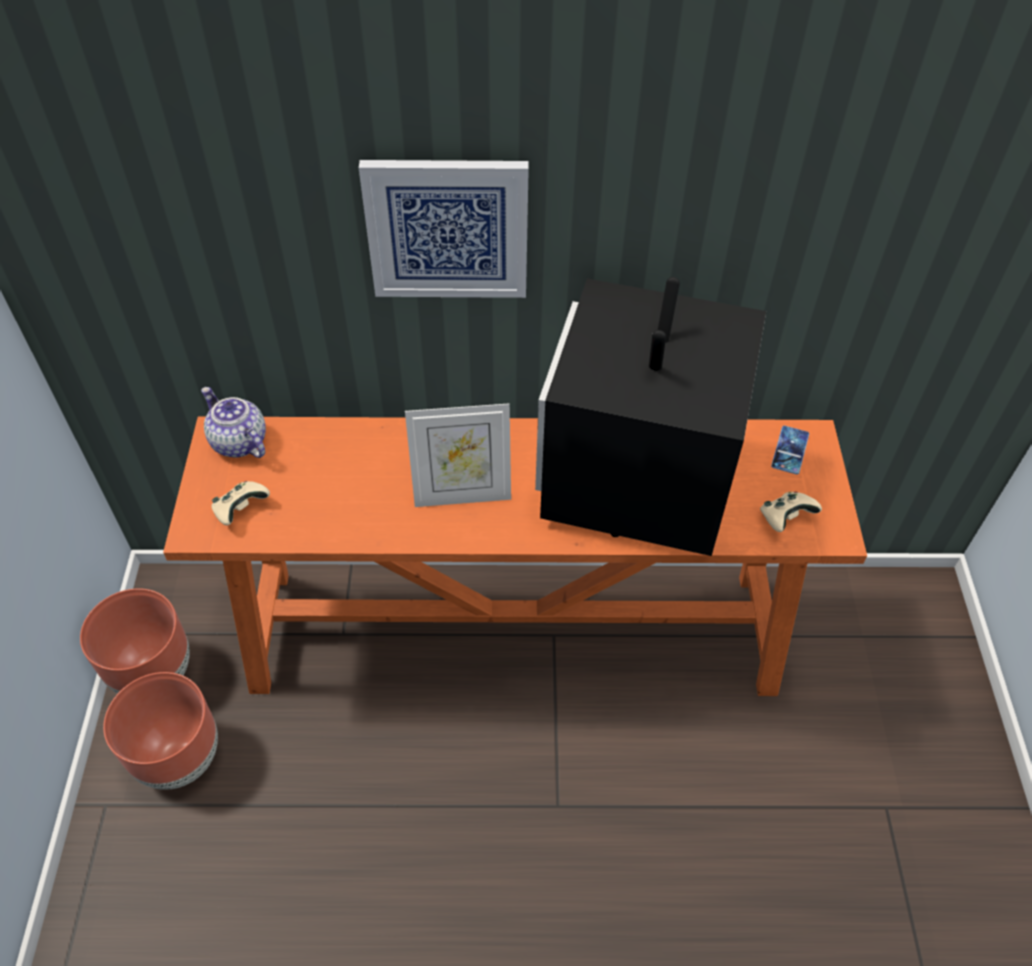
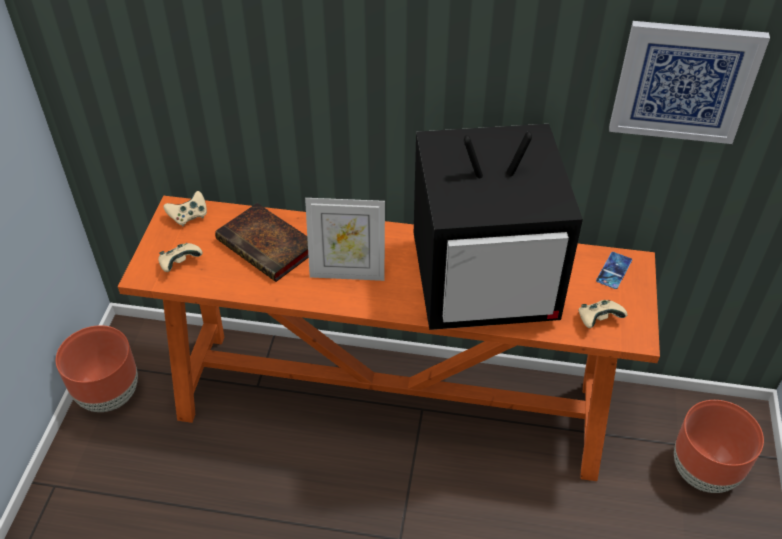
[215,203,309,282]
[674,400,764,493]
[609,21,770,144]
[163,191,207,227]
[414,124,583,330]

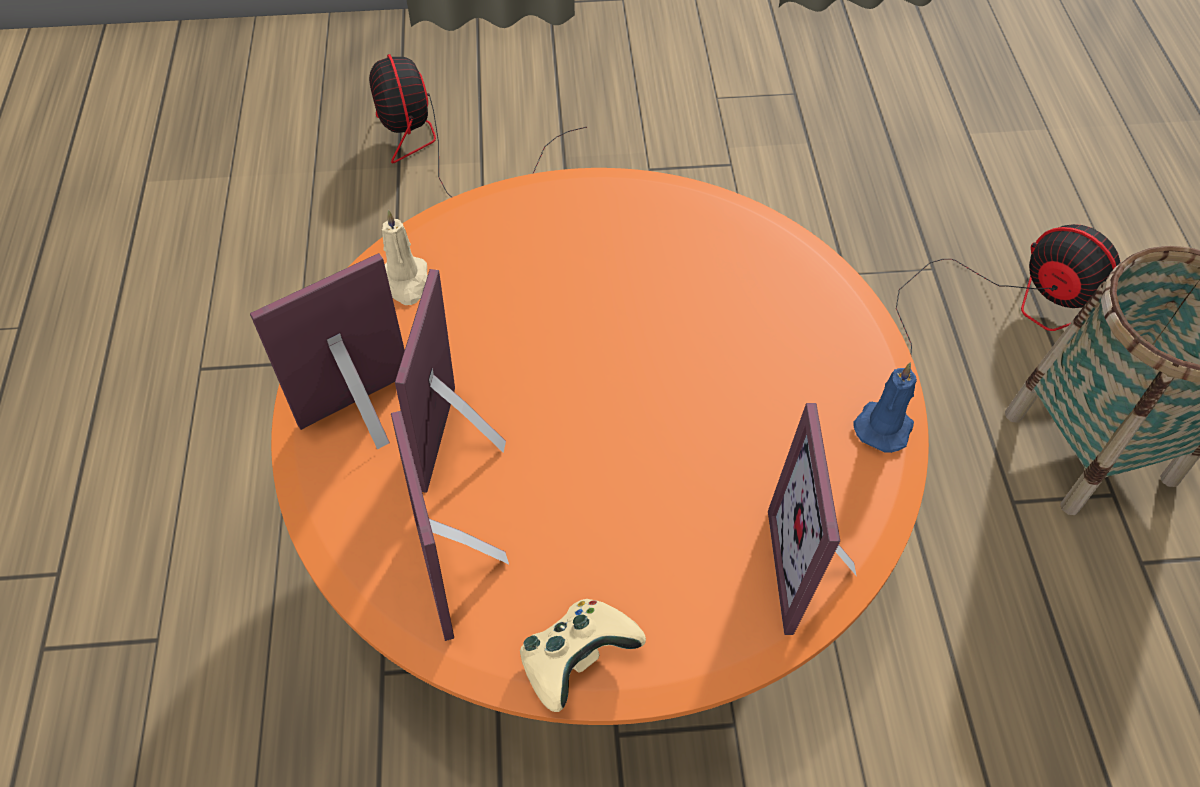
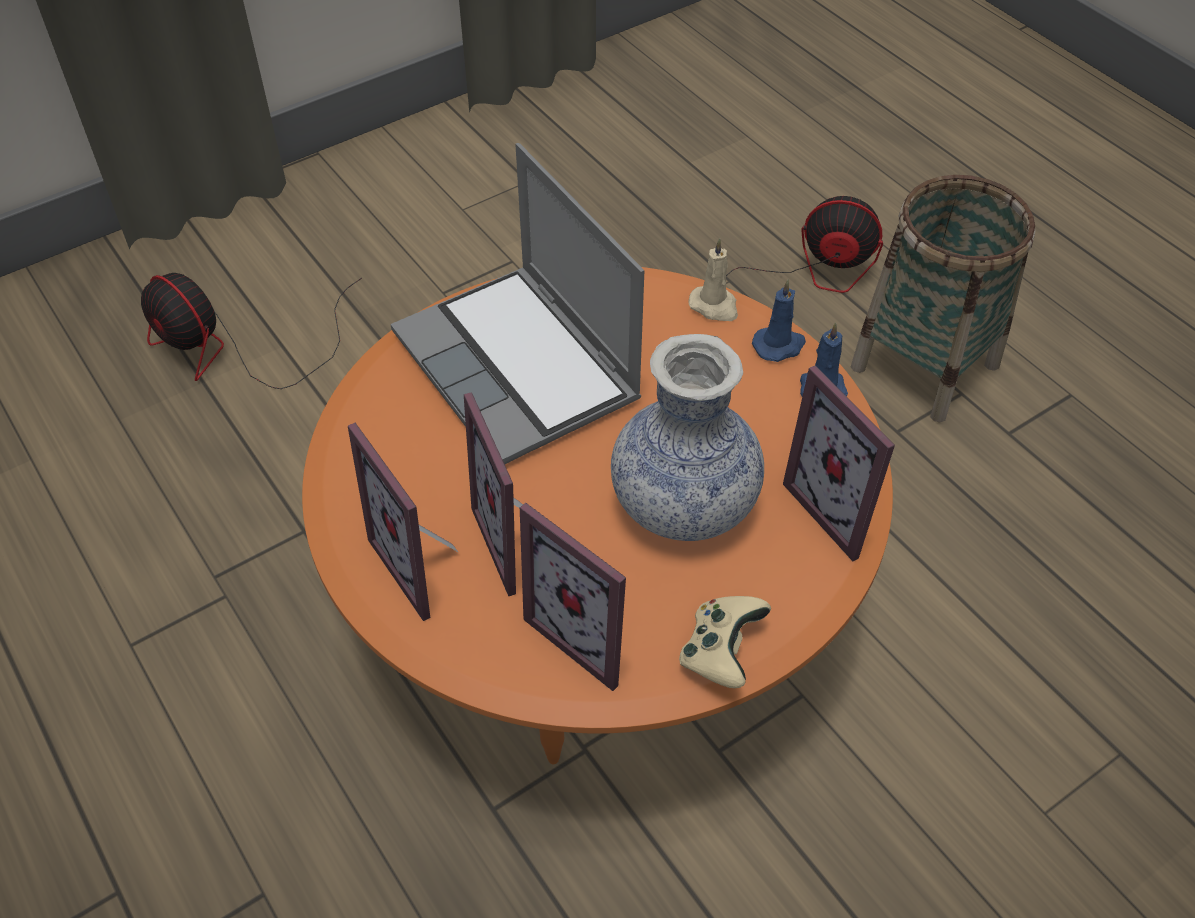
[390,143,644,464]
[611,334,764,541]
[752,280,806,362]
[688,238,738,321]
[348,423,459,621]

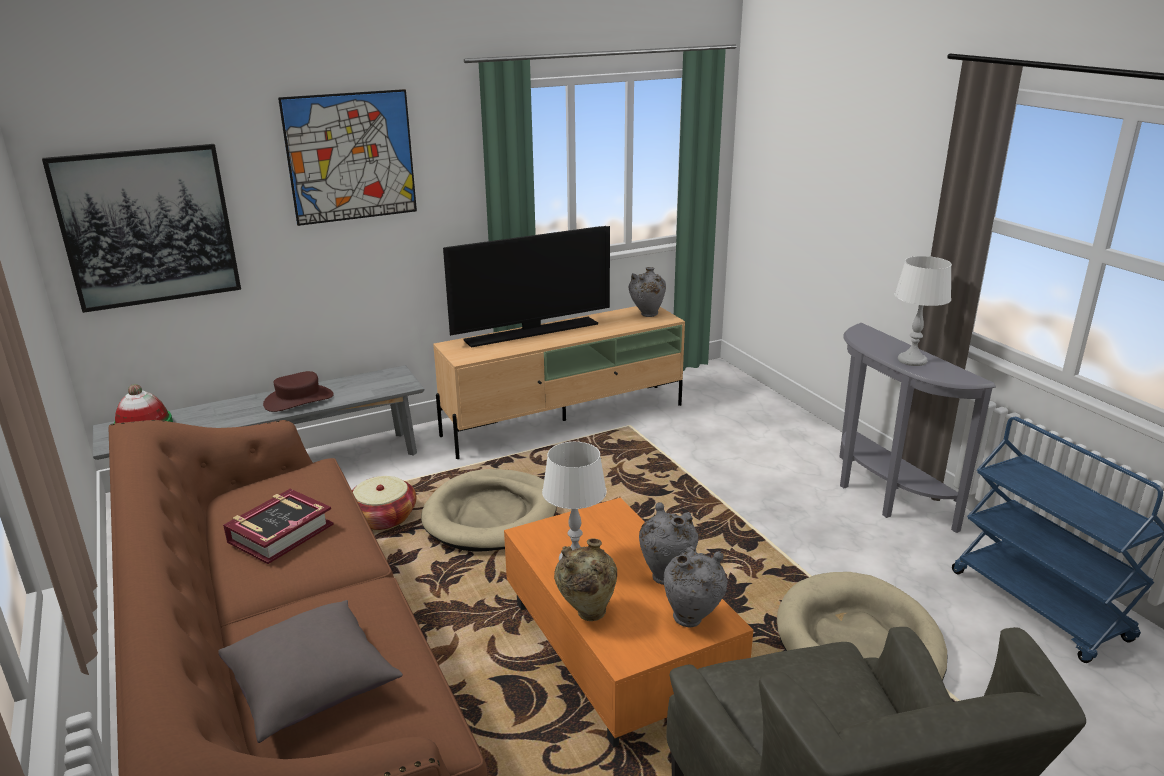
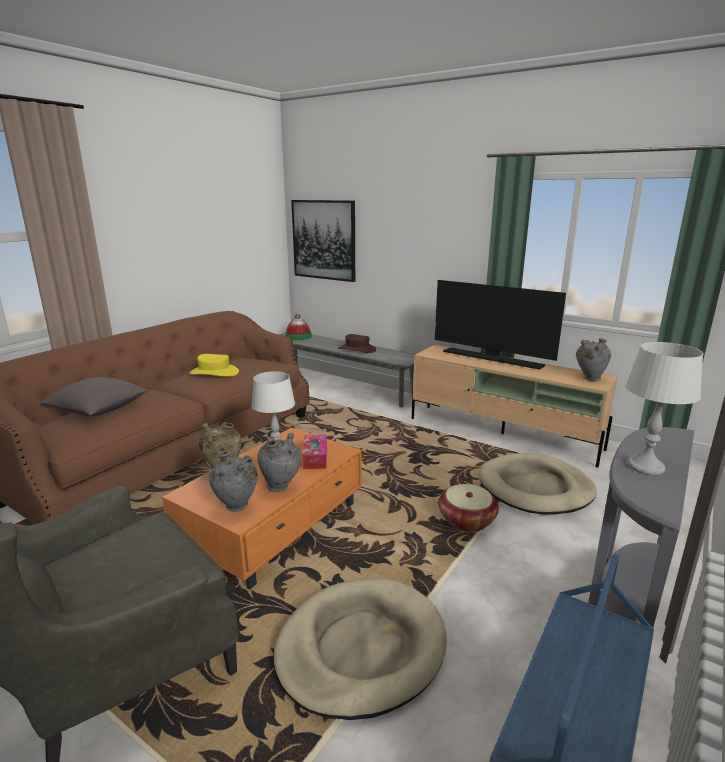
[278,89,417,226] (first image)
[302,435,327,469]
[438,484,499,532]
[479,453,597,514]
[189,354,239,377]

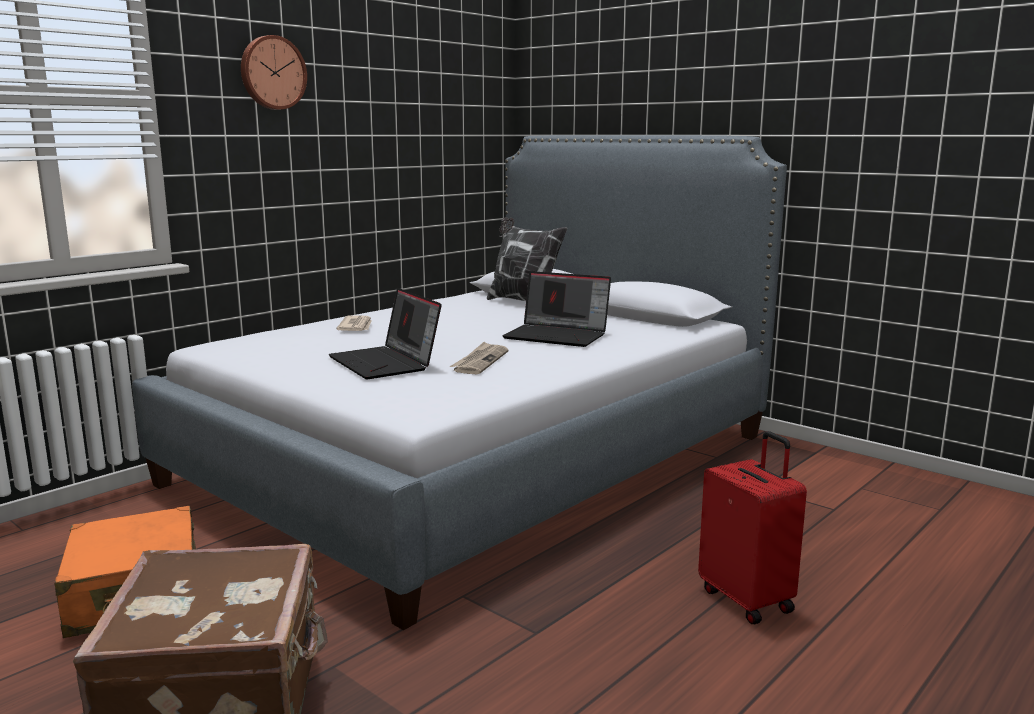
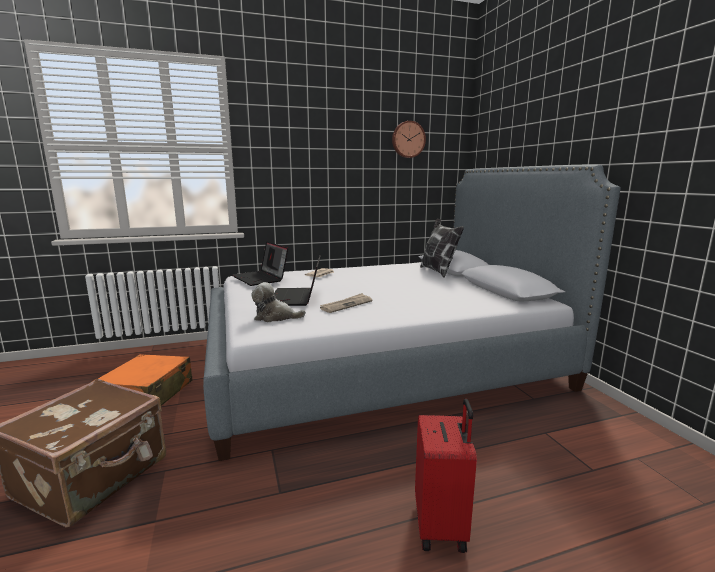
[251,282,306,322]
[392,121,426,158]
[232,242,288,286]

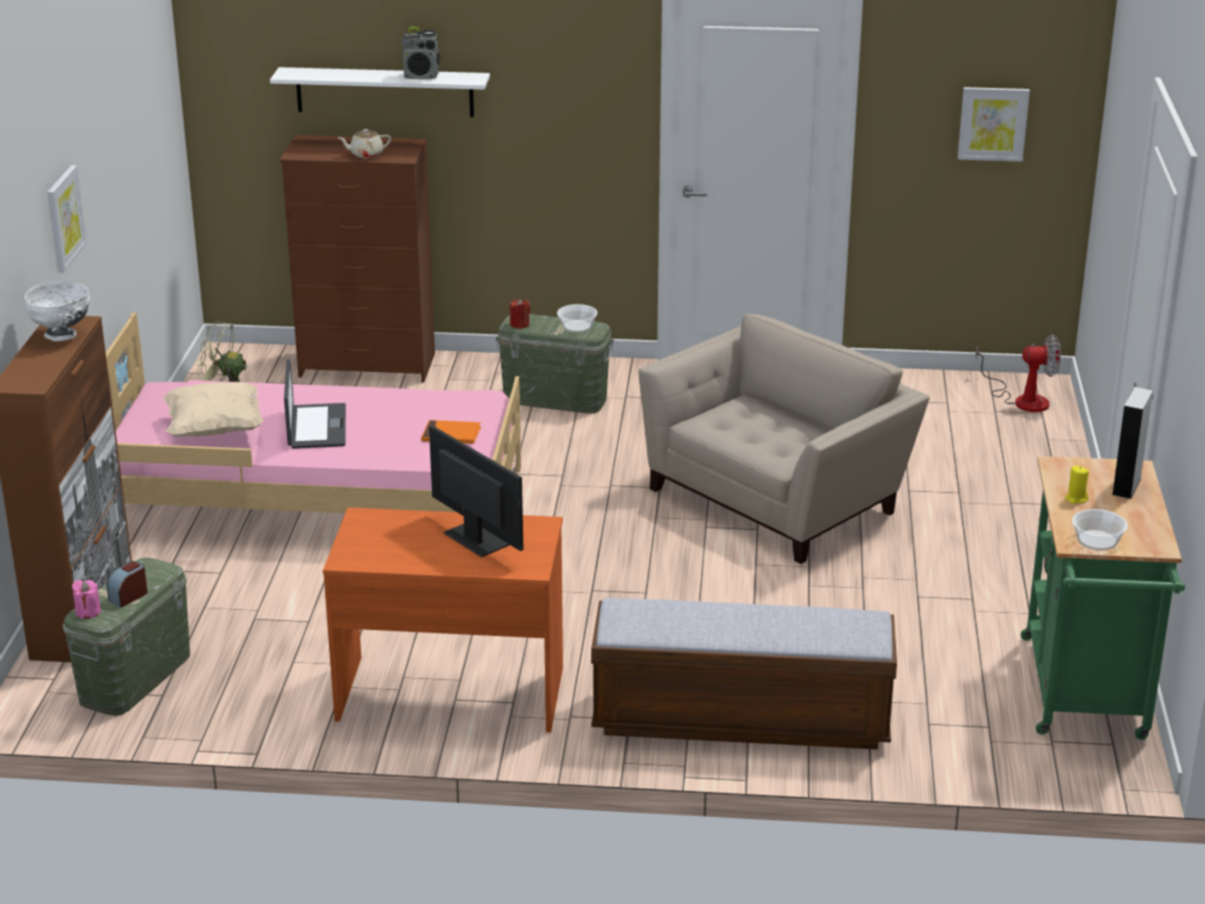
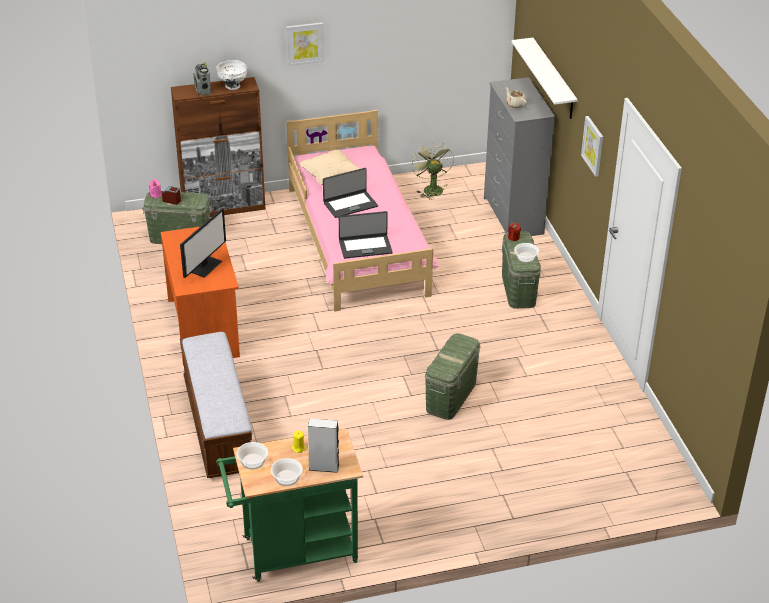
[976,335,1061,412] (first image)
[271,458,303,486]
[193,62,211,95]
[581,116,603,177]
[339,211,393,259]
[425,333,481,420]
[484,77,556,236]

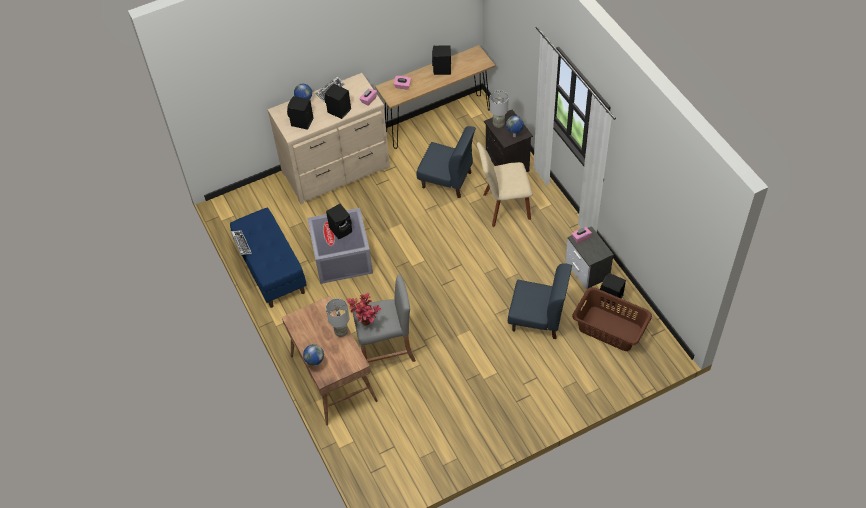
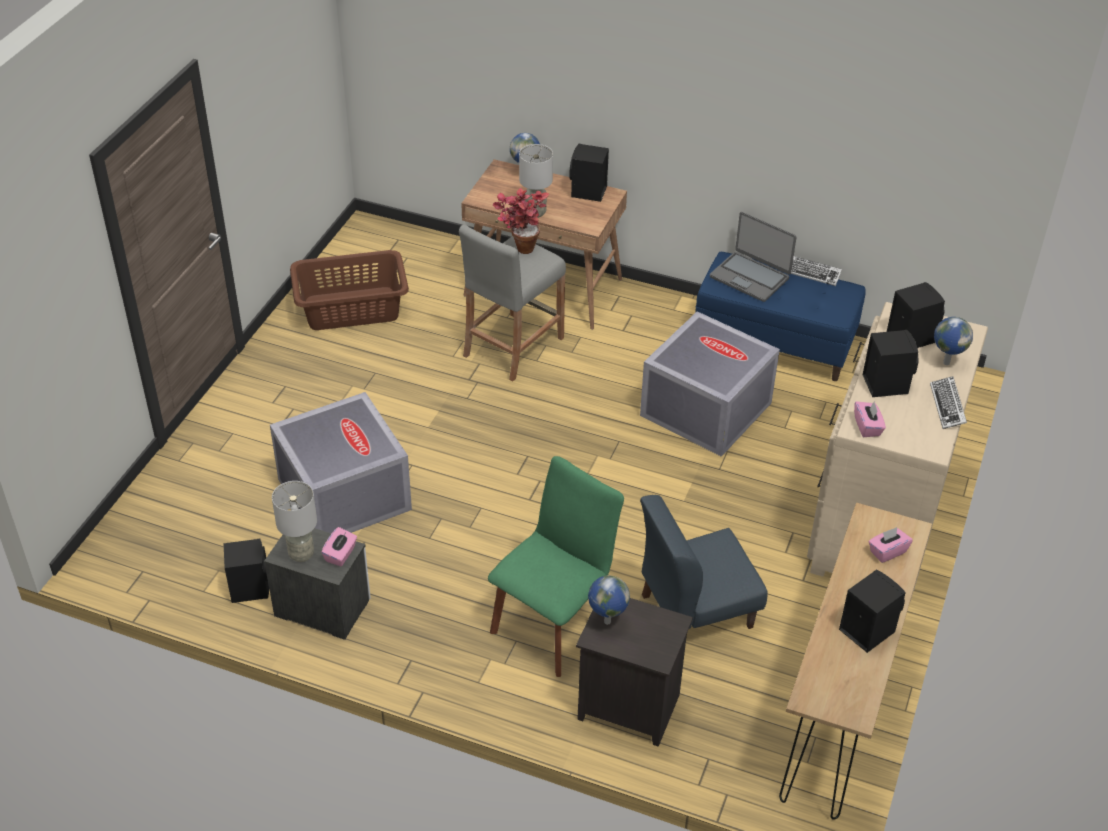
[710,212,797,302]
[569,144,609,202]
[272,481,317,562]
[290,250,409,330]
[270,392,412,533]
[488,456,624,677]

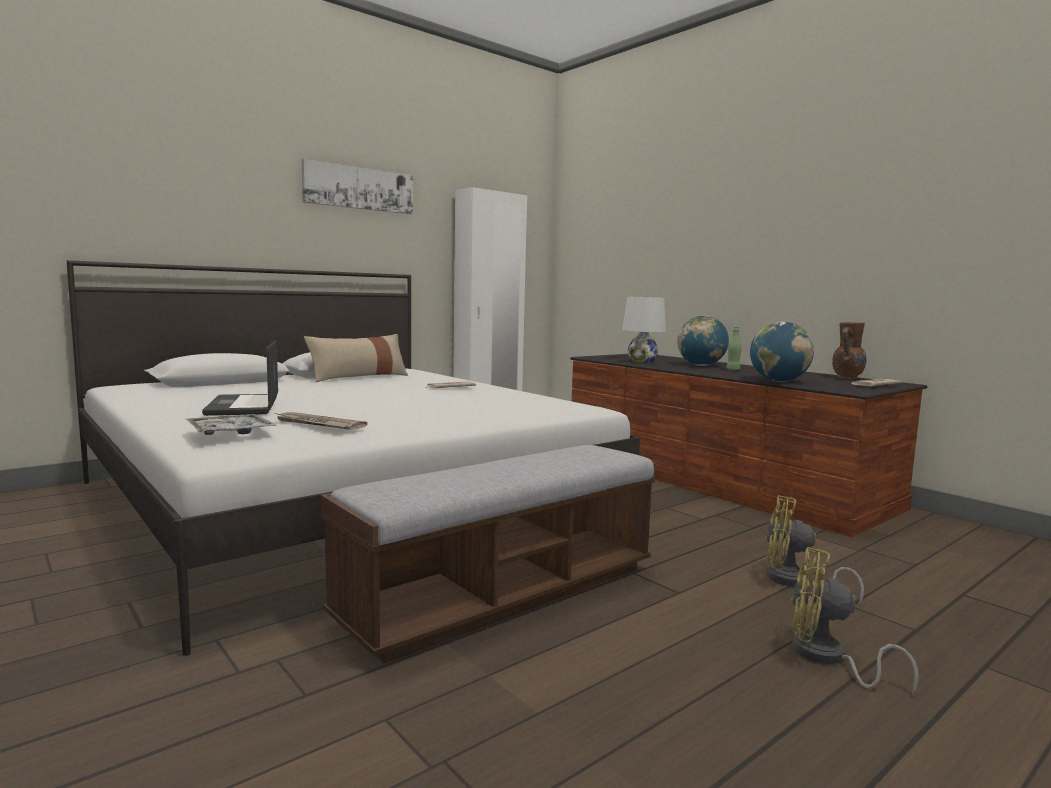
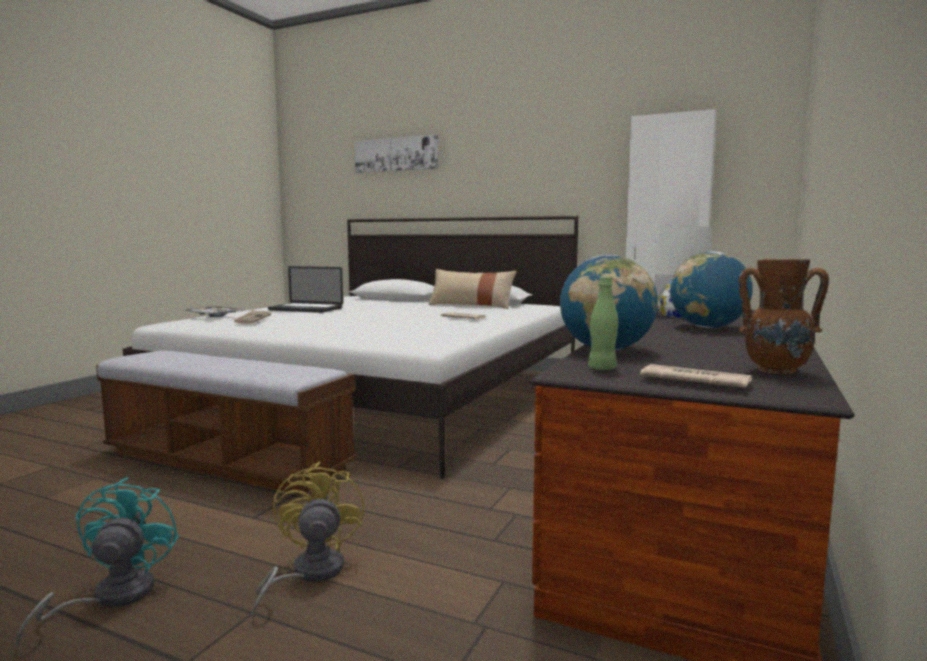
[355,135,439,173]
[588,277,618,370]
[15,477,179,649]
[268,266,343,313]

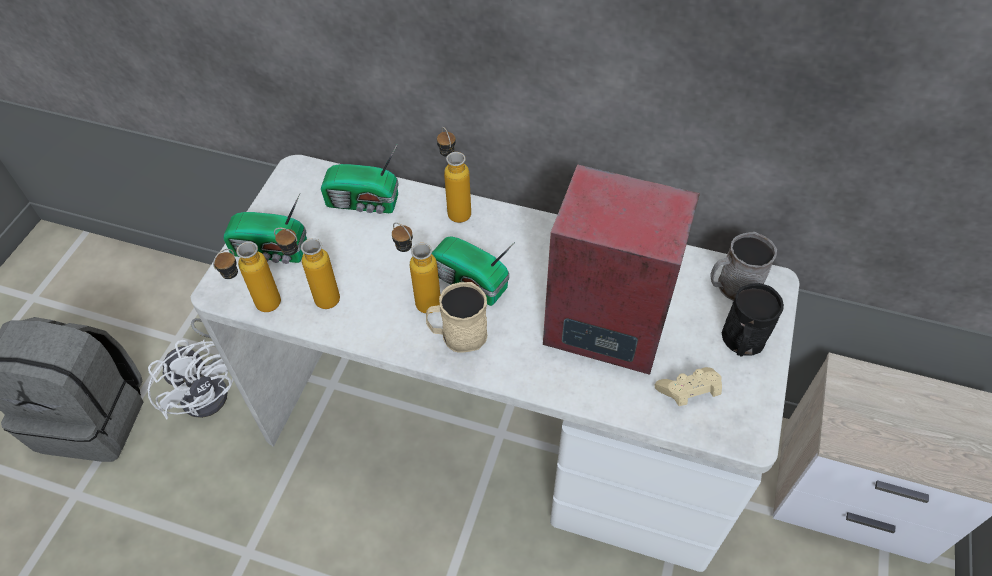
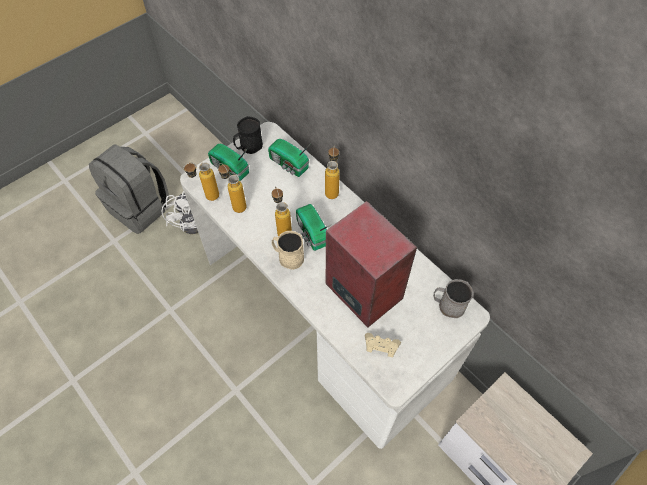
[233,116,263,154]

